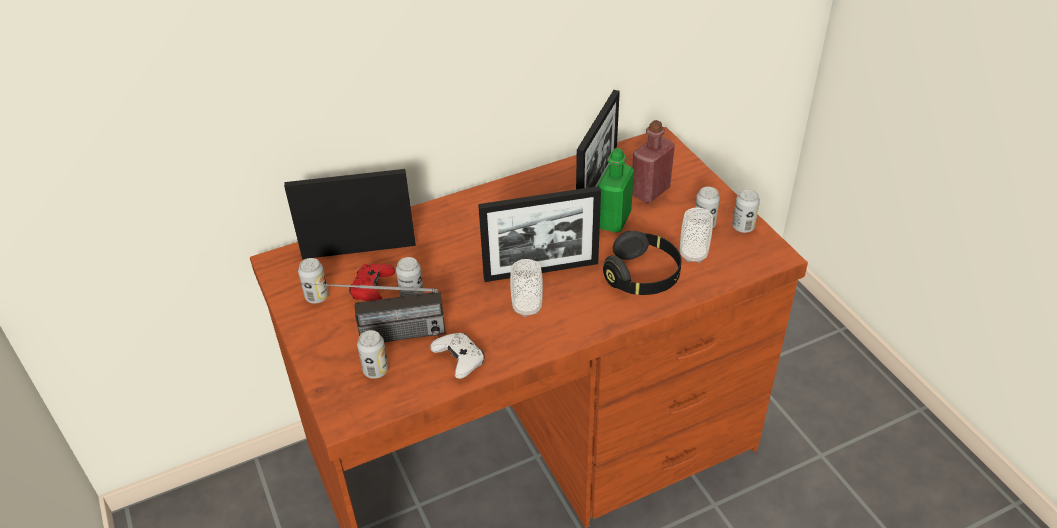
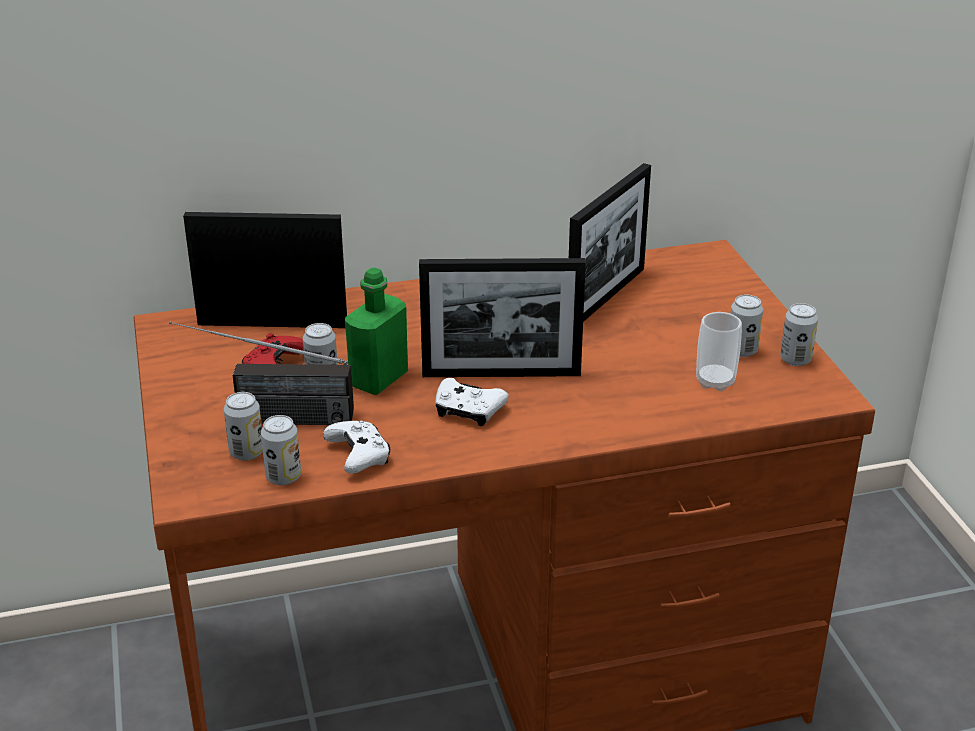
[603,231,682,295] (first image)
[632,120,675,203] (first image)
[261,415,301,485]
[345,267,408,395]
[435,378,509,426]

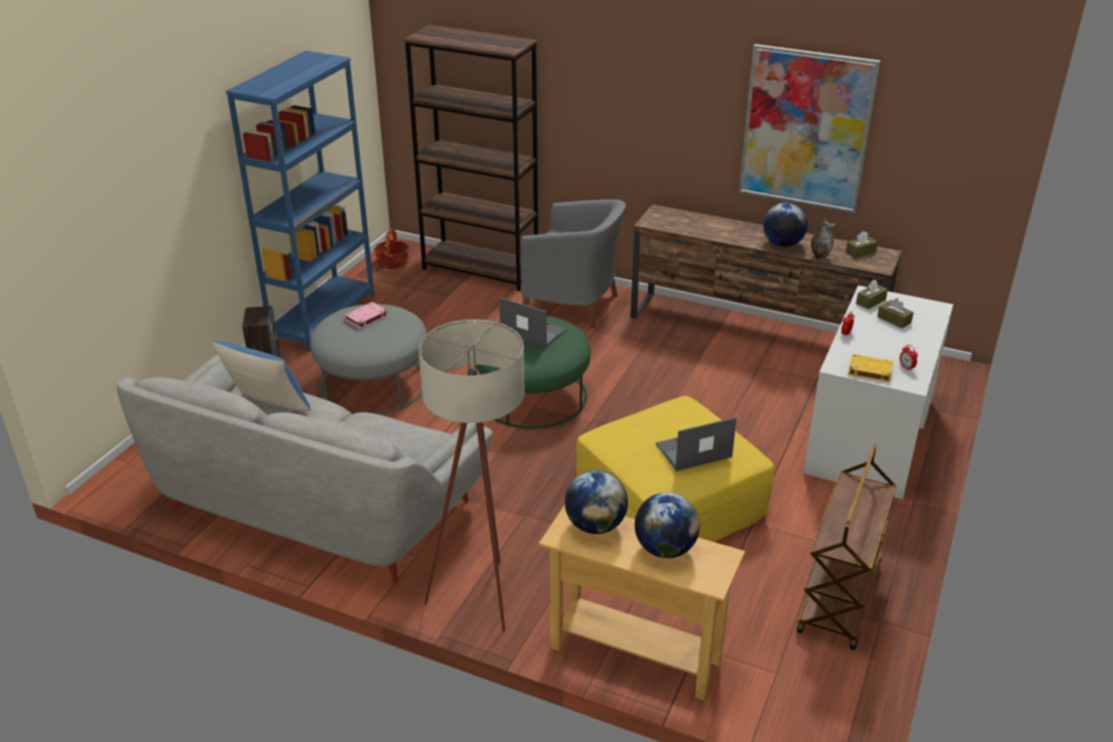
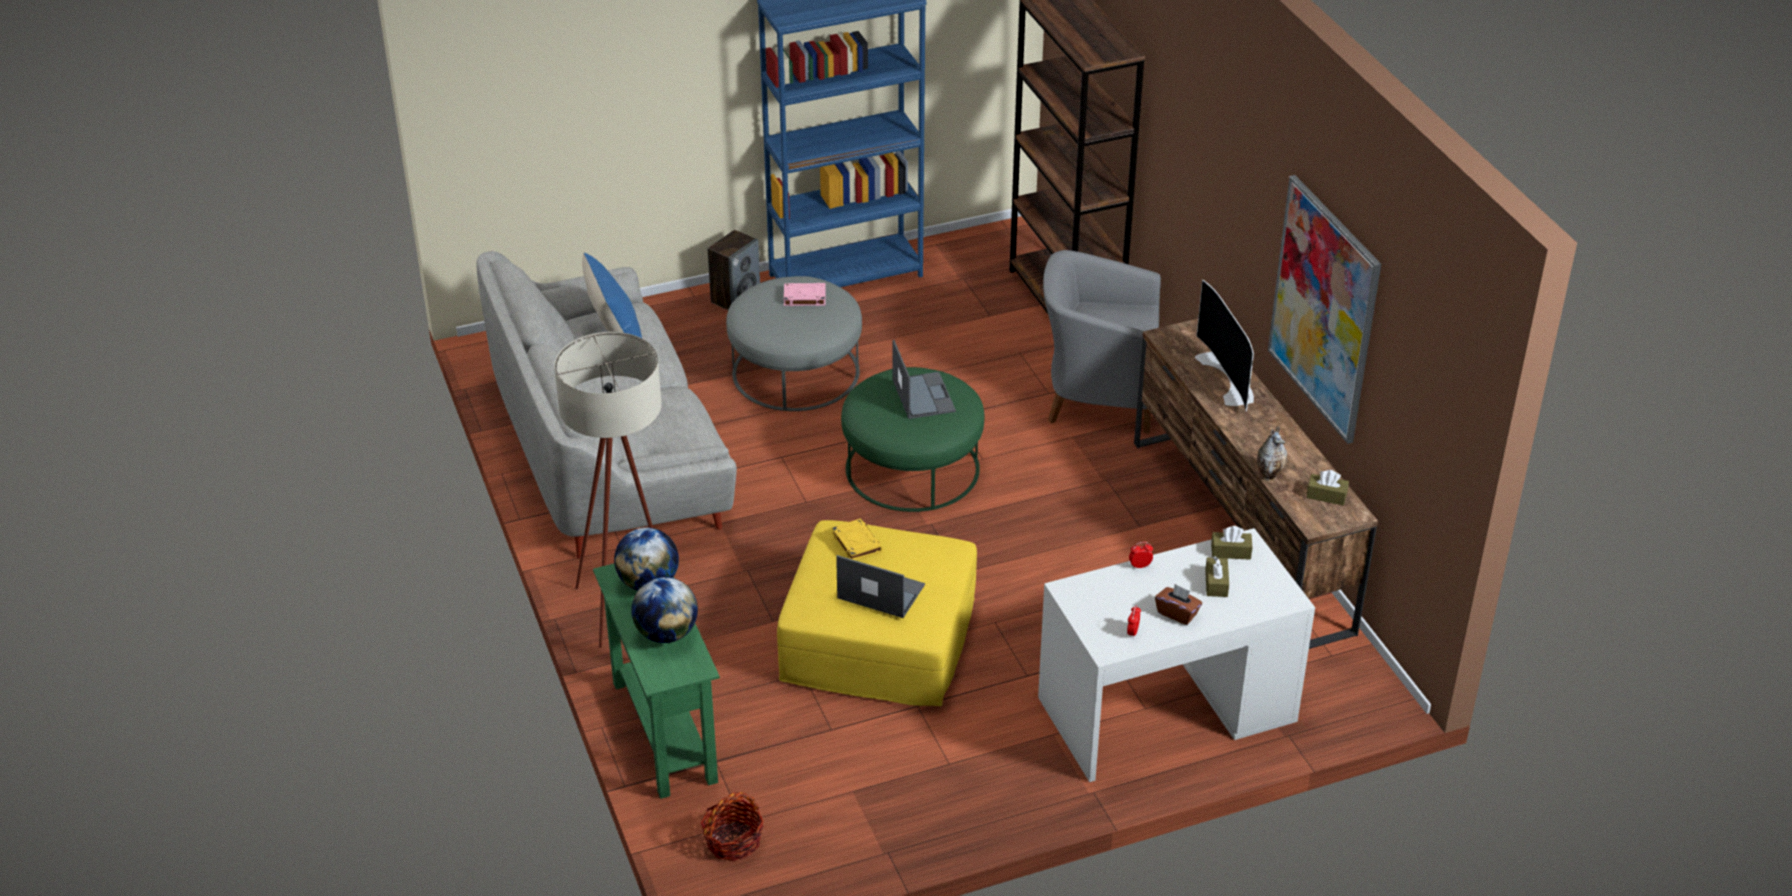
[763,203,808,247] (first image)
[797,444,896,650] (first image)
[1155,584,1202,625]
[1195,280,1254,411]
[701,792,764,861]
[832,518,883,560]
[593,564,720,799]
[1043,250,1161,434]

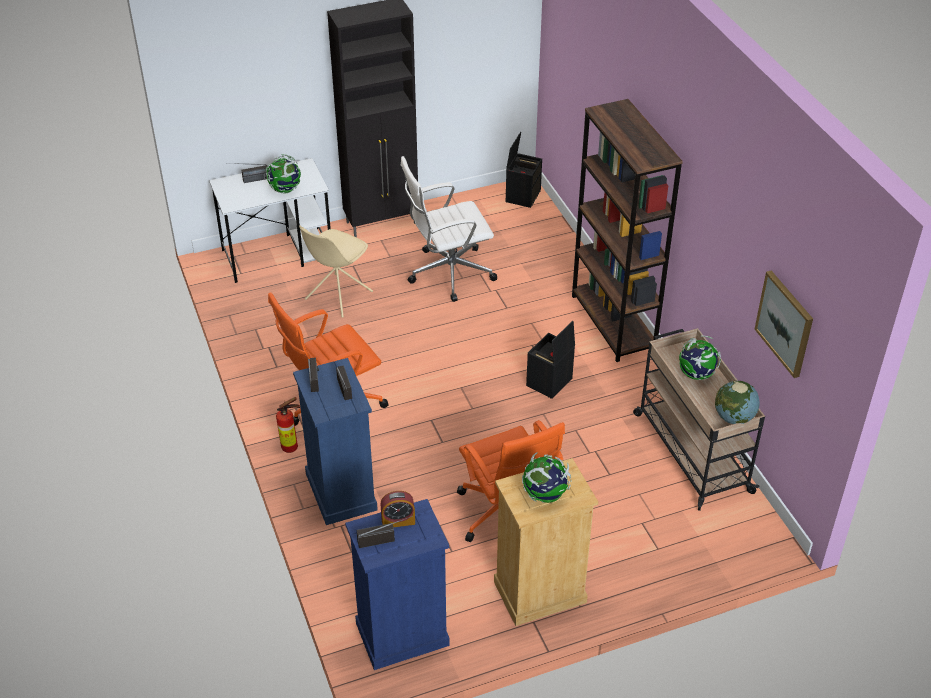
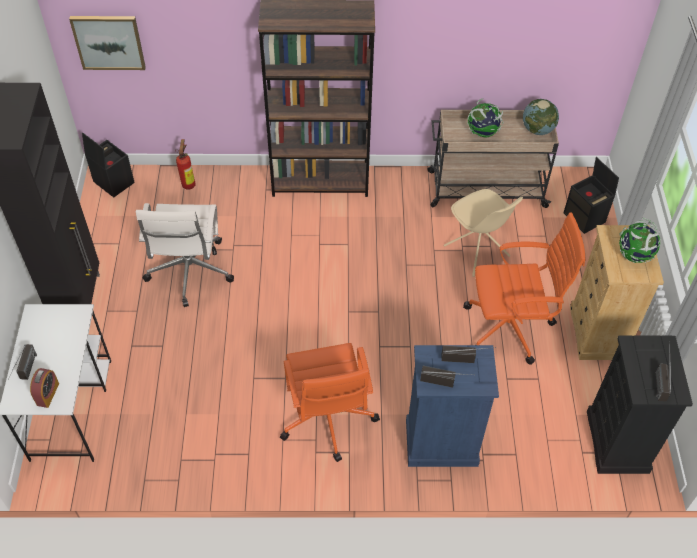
[266,154,301,193] (first image)
[176,139,196,190]
[444,189,523,277]
[30,368,59,408]
[563,157,619,234]
[69,16,146,70]
[587,336,693,474]

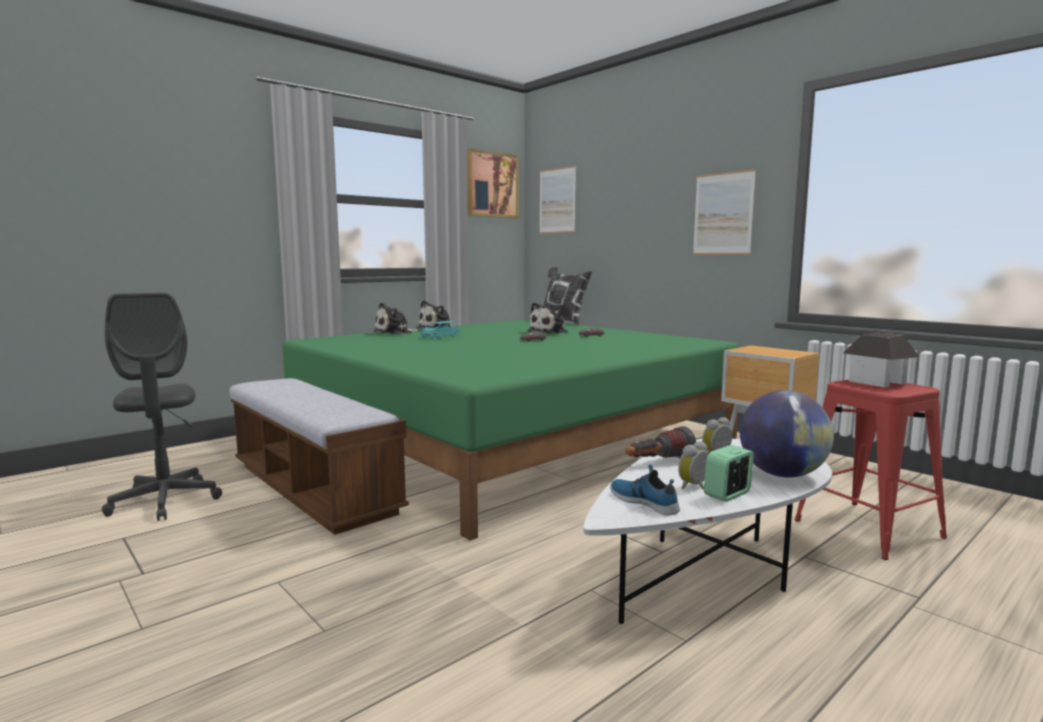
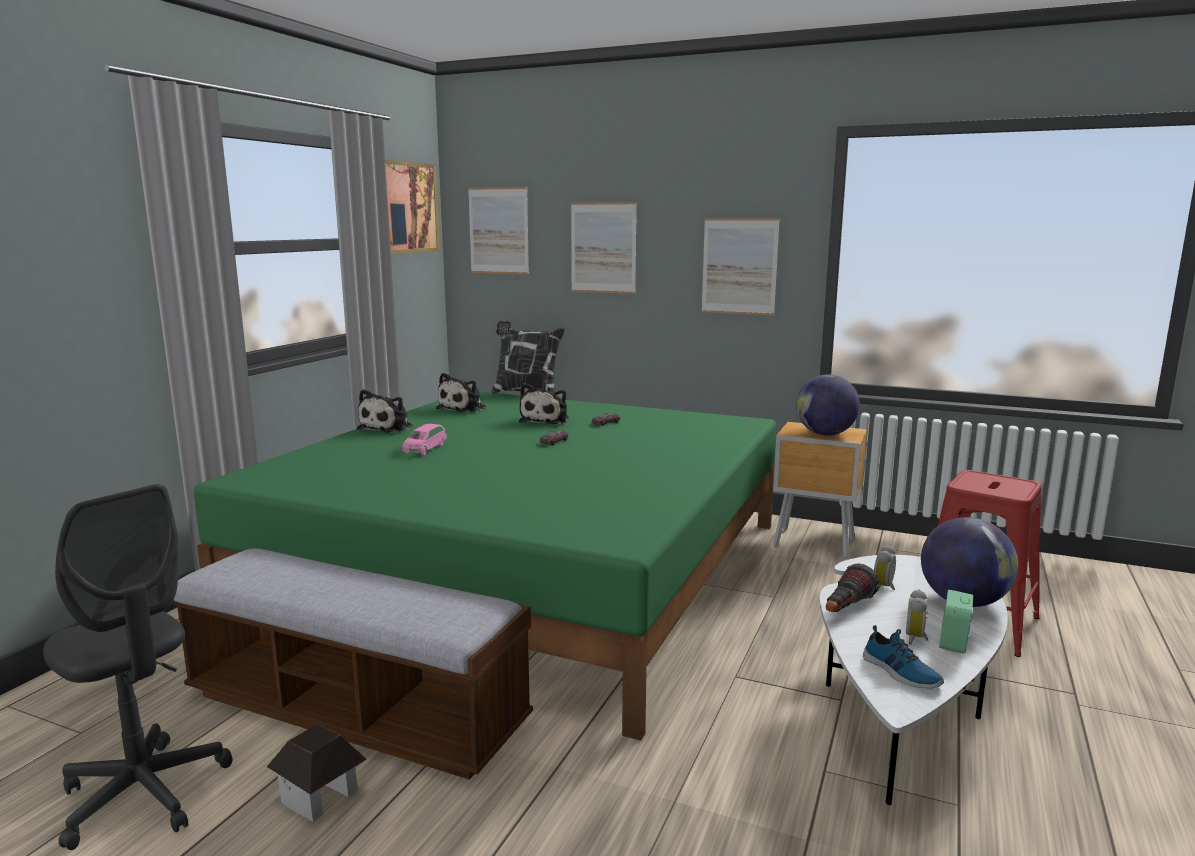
[571,202,637,294]
[796,374,860,435]
[436,373,486,412]
[267,724,367,822]
[402,424,447,456]
[863,625,944,688]

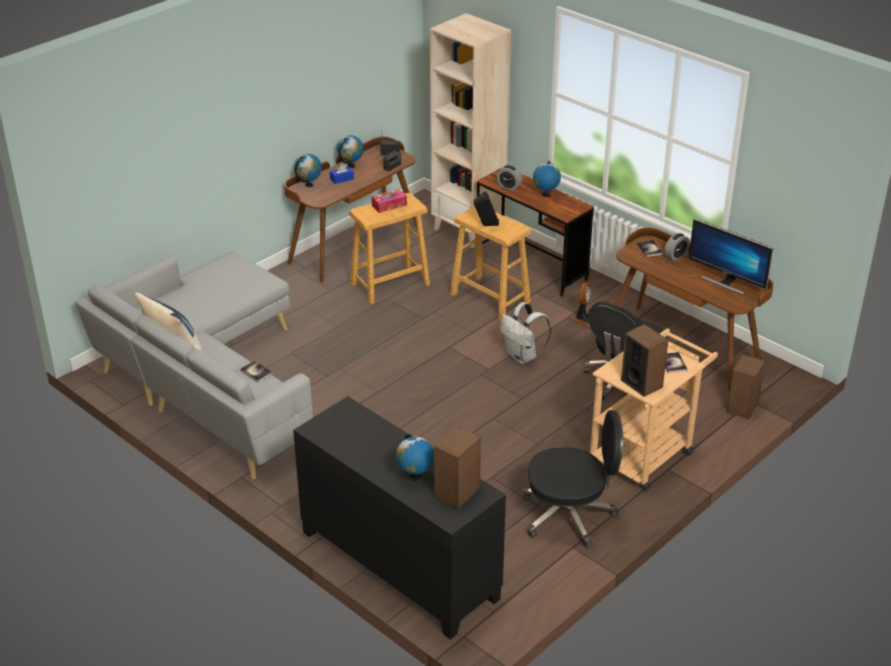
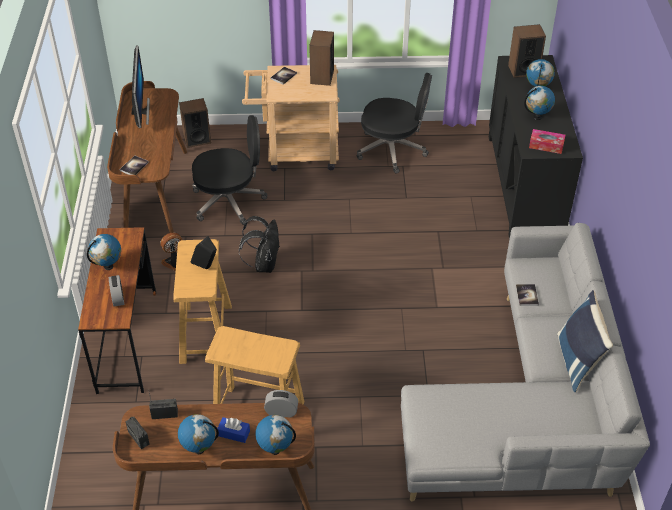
[430,13,511,248] (first image)
[524,86,555,120]
[529,129,566,154]
[264,390,298,418]
[239,216,279,273]
[357,73,432,174]

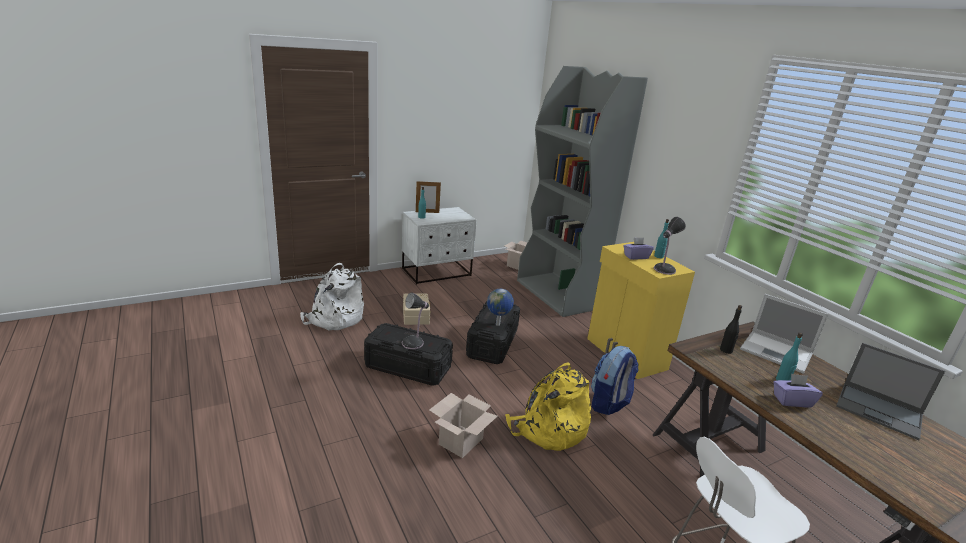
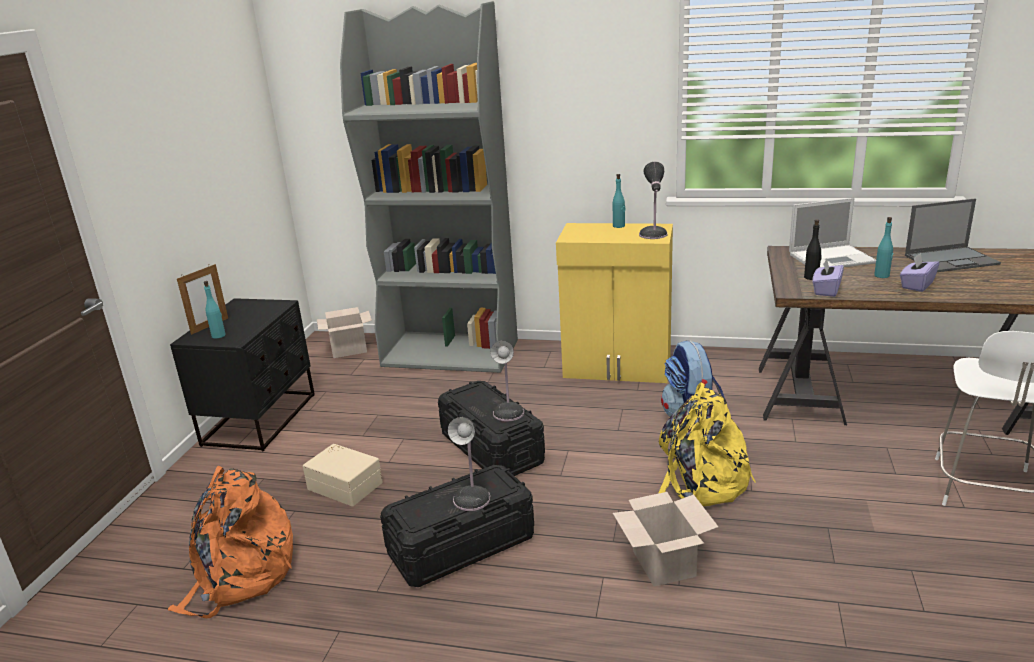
[813,259,844,297]
[490,340,524,422]
[167,466,293,618]
[170,298,315,451]

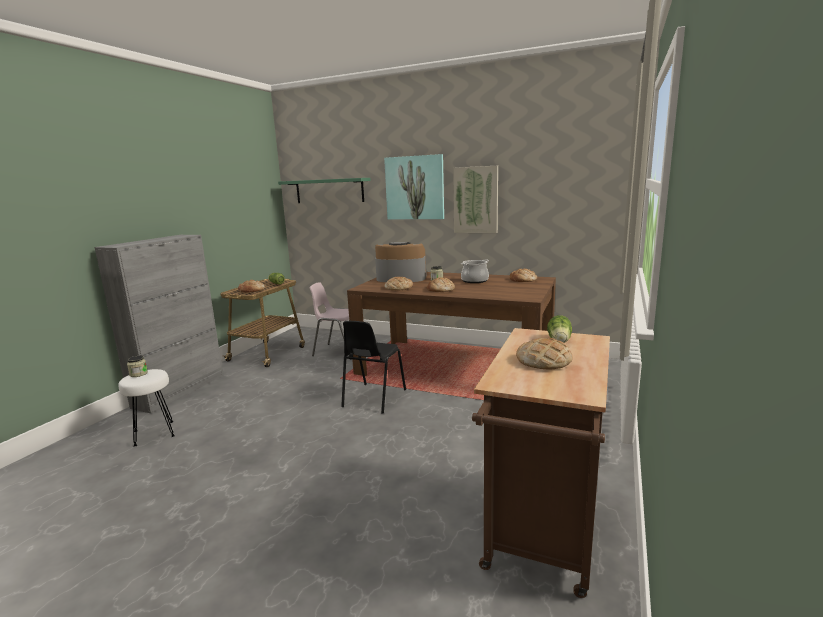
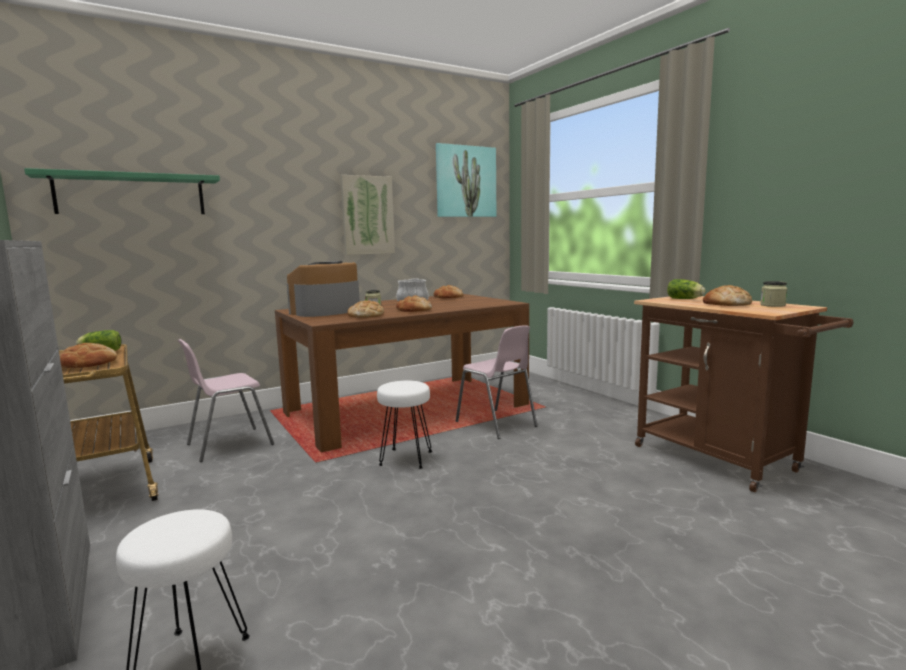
[455,325,538,439]
[760,281,788,307]
[436,143,496,217]
[377,381,432,469]

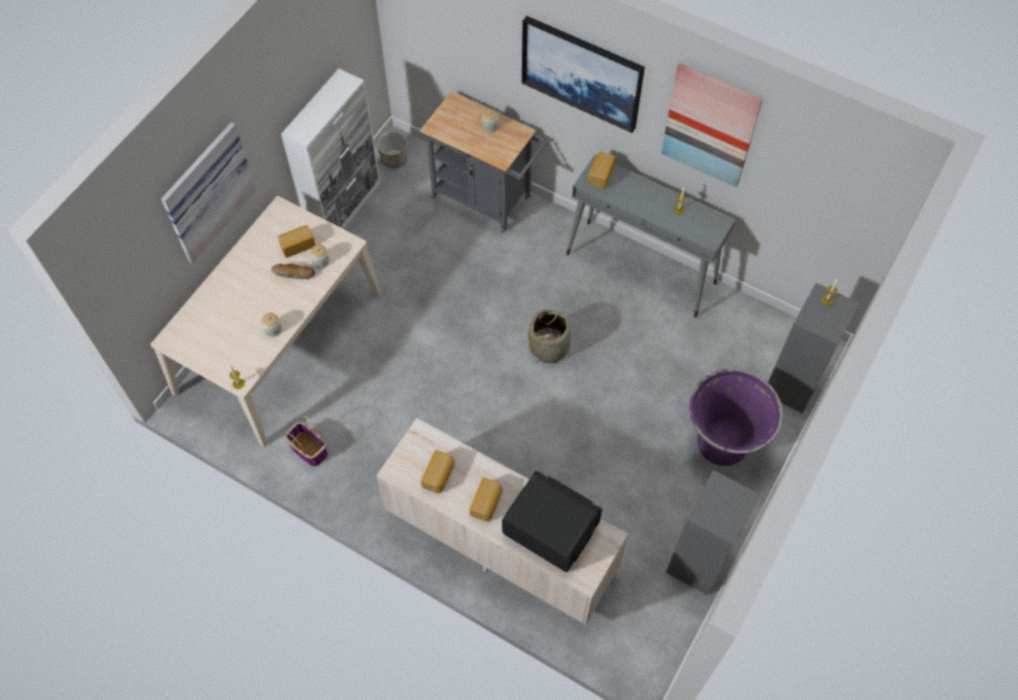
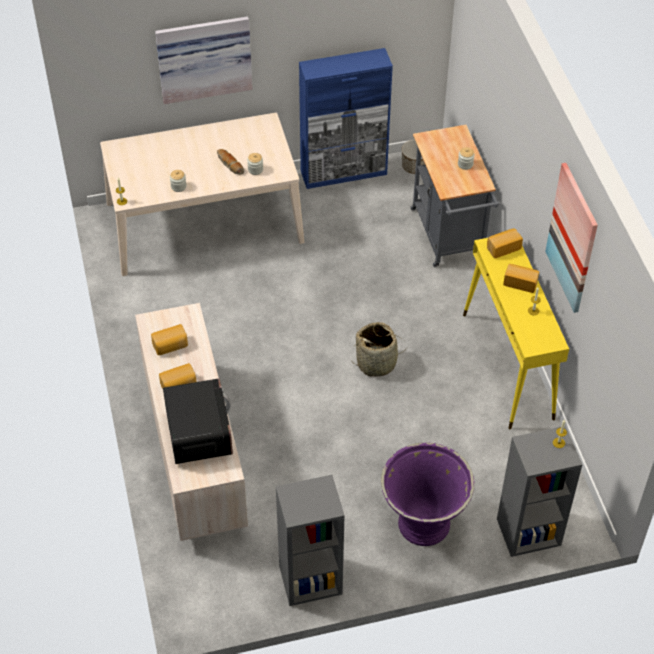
[284,416,328,466] (first image)
[522,16,645,133] (first image)
[503,264,539,293]
[299,48,393,189]
[463,238,569,429]

